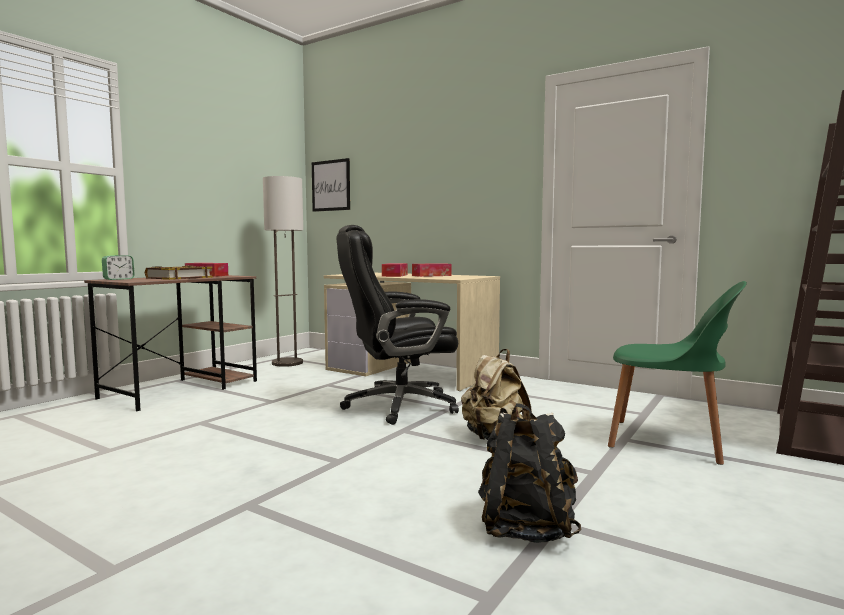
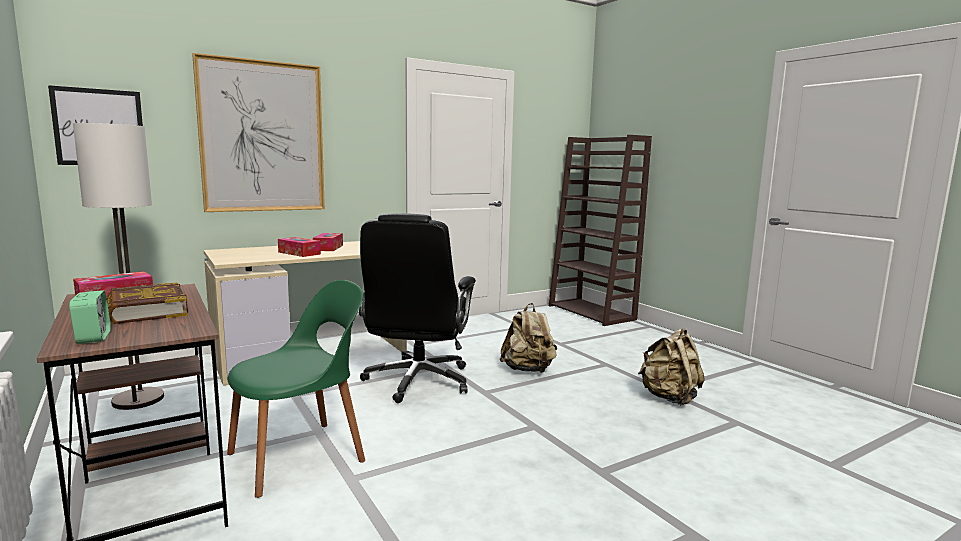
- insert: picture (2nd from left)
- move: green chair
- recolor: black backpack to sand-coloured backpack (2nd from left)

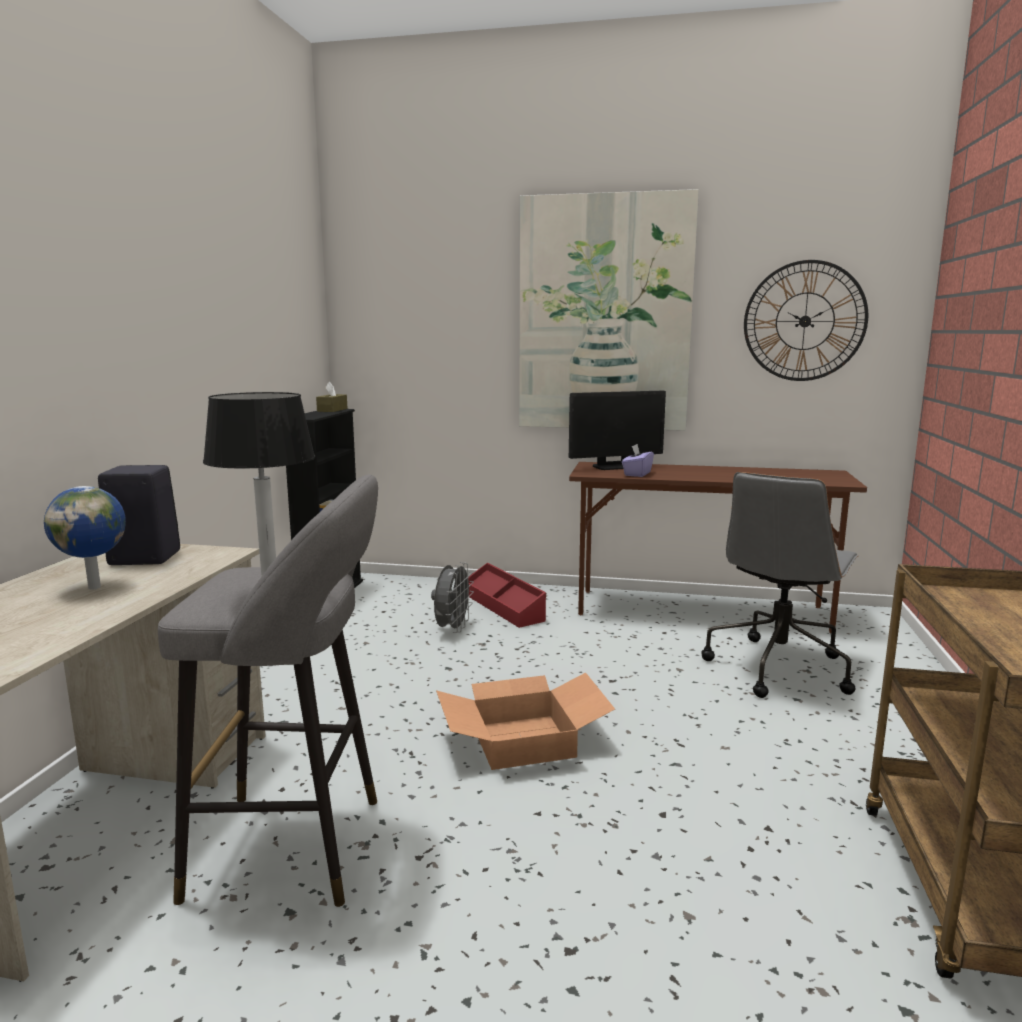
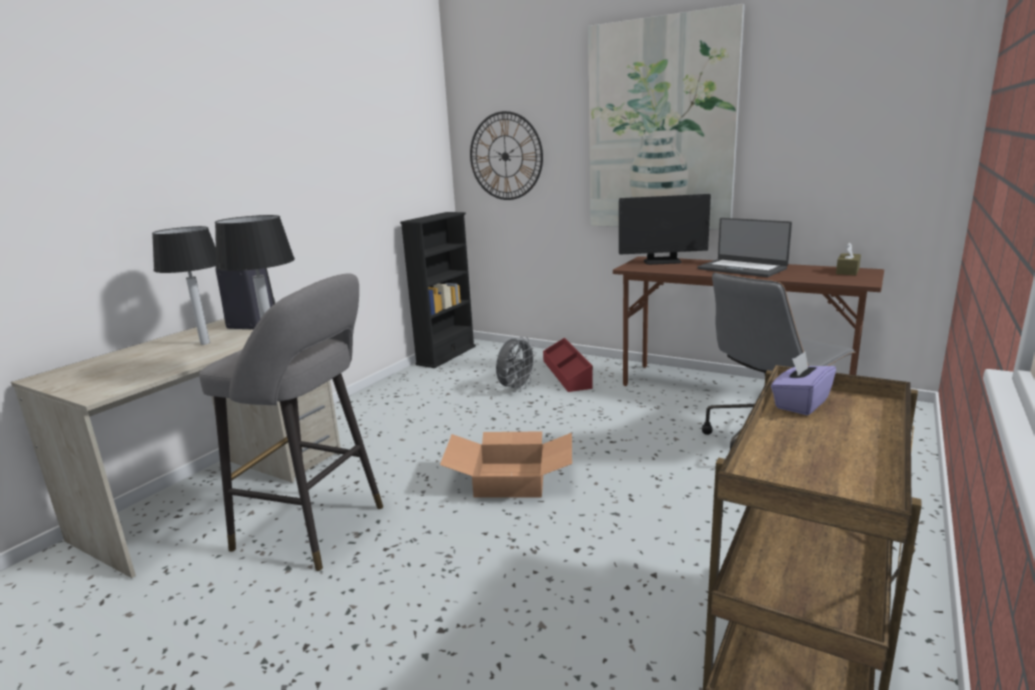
- insert: portable computer
- move: brownish tissue holder
- move: purple-coloured tissue holder
- move: clock on the wall
- replace: world globe to lamp for a table (1st from left)

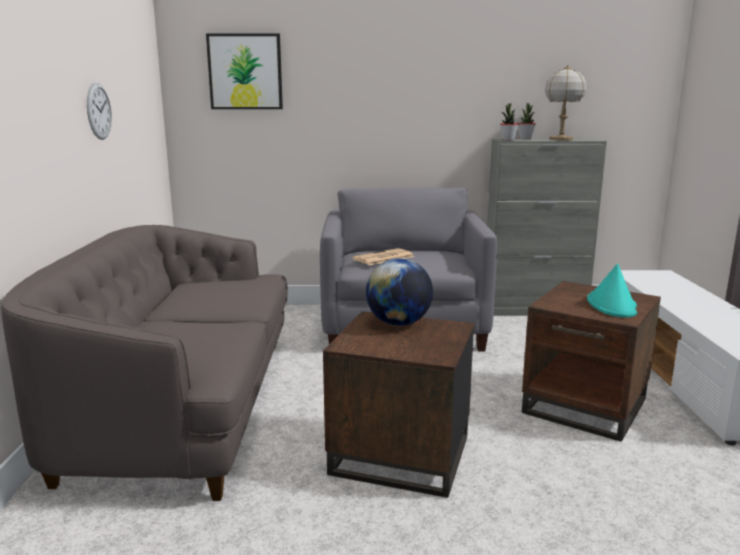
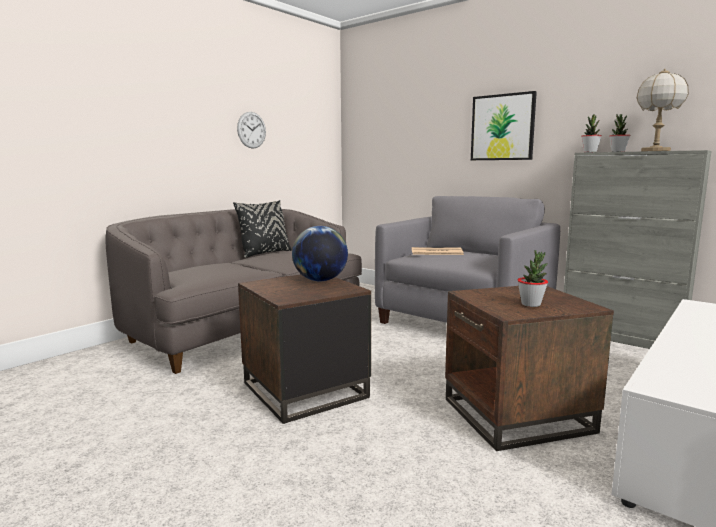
- insert: black throw pillow
- move: picture
- replace: turquoise clothing hat to plant in a pot (1st from left)

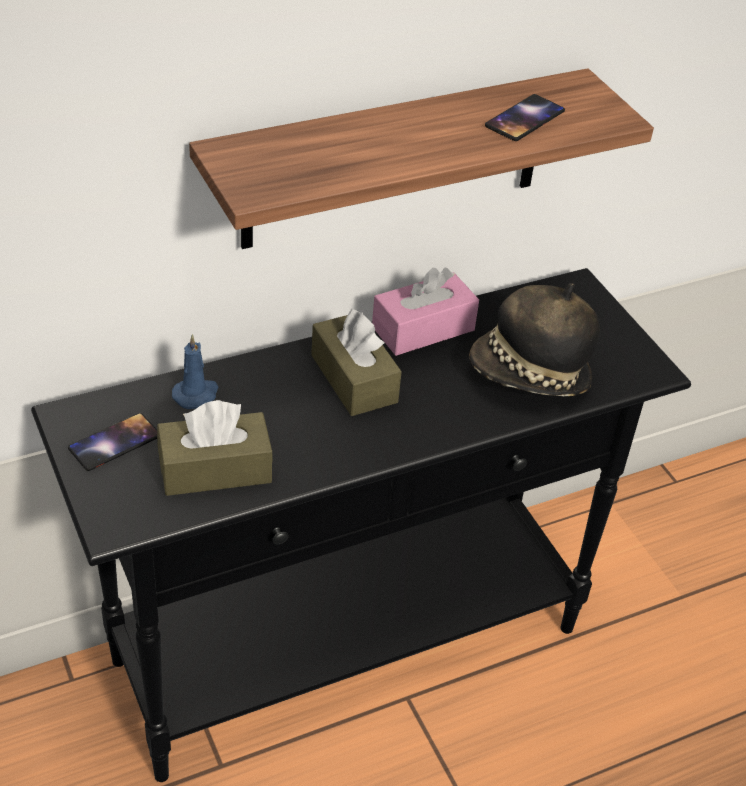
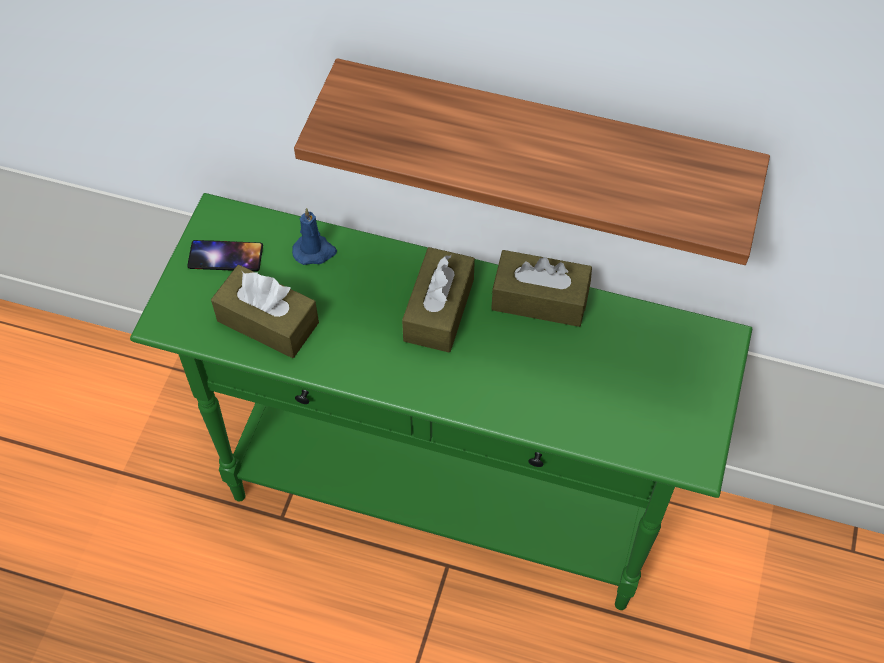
- delete: clothing hat
- delete: phone (2nd from left)
- recolor: black hall table to green hall table
- recolor: pink tissue holder to brownish tissue holder (3rd from left)

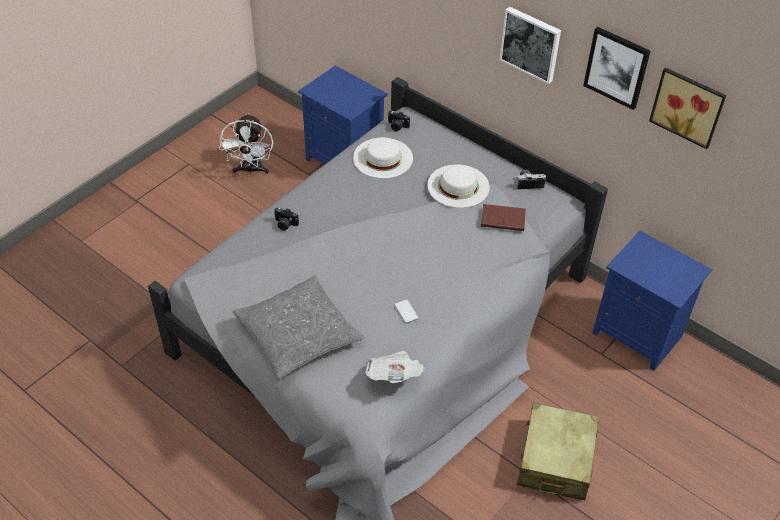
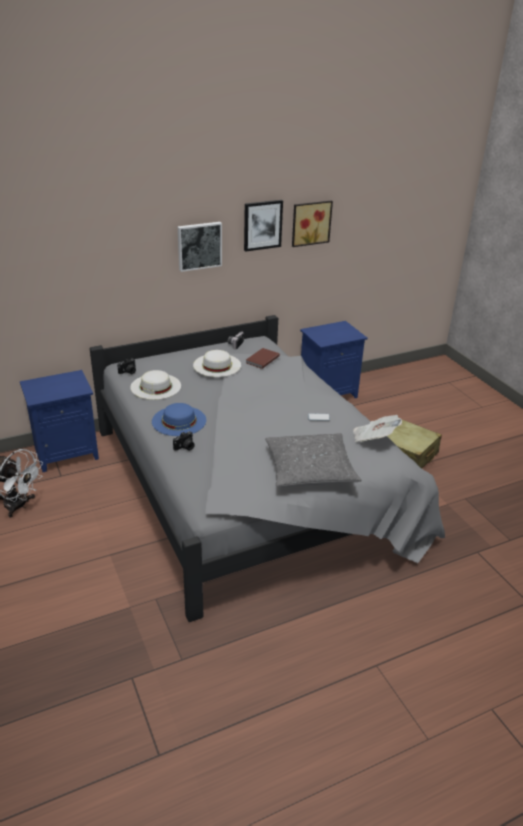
- insert: blue-coloured clothing hat

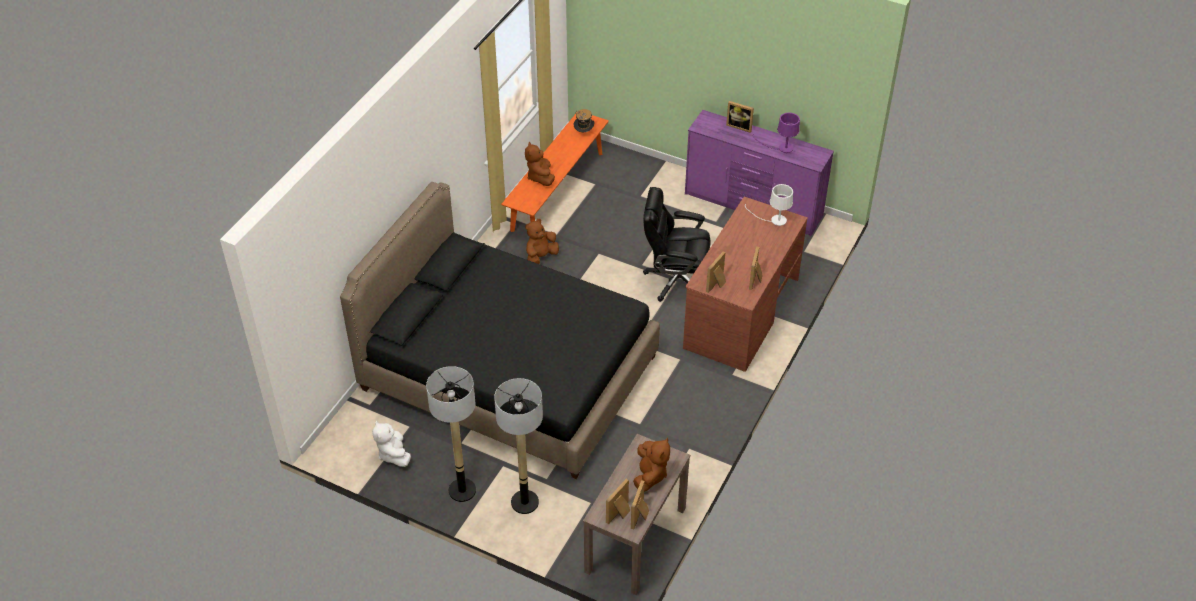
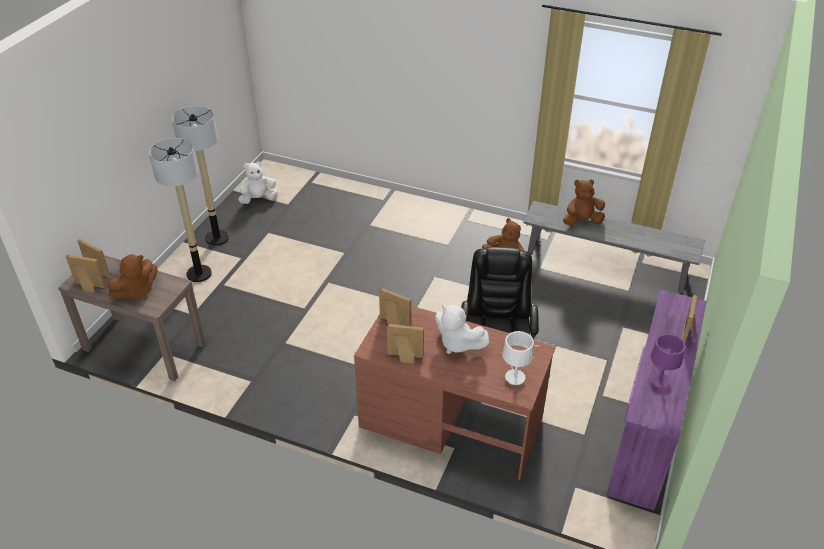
- delete: black sleeping bed
- delete: clothing hat
- insert: white-coloured cuddly toy (2nd from left)
- recolor: orangey bench to gray bench
- rotate: brownish cuddly toy (3rd from left in the first image) 45 degrees counterclockwise

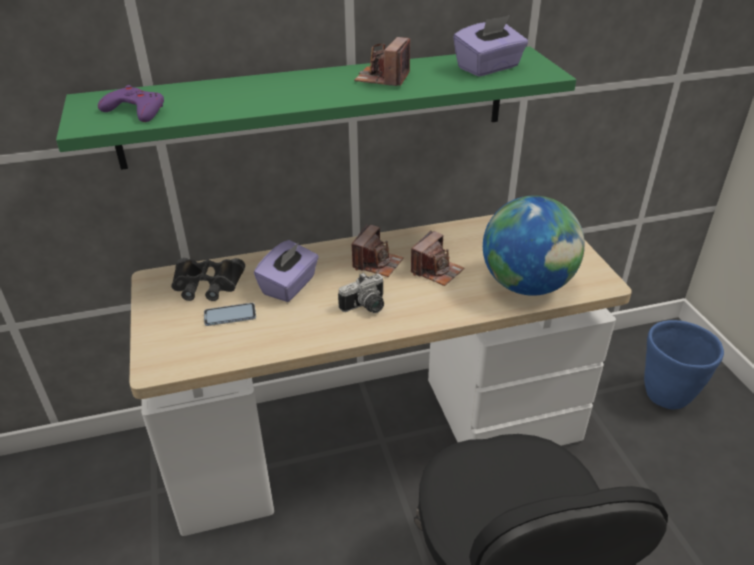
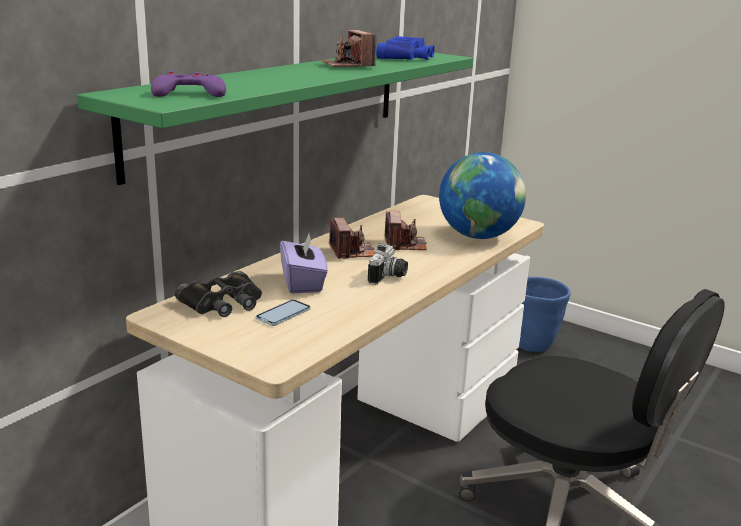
- replace: purple-coloured tissue holder (2nd from left) to blue-coloured field glasses

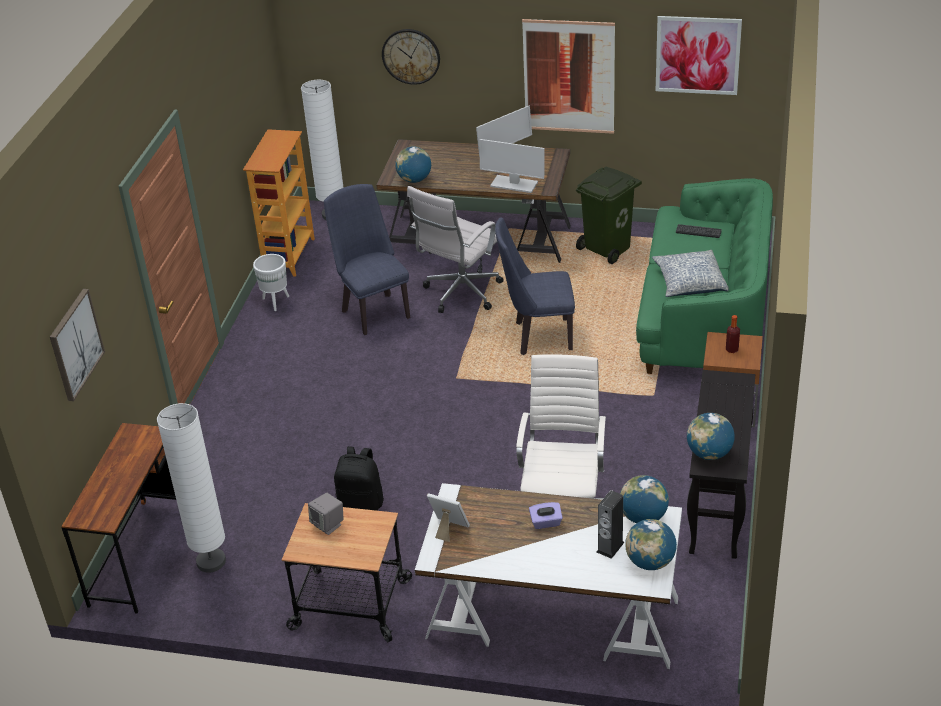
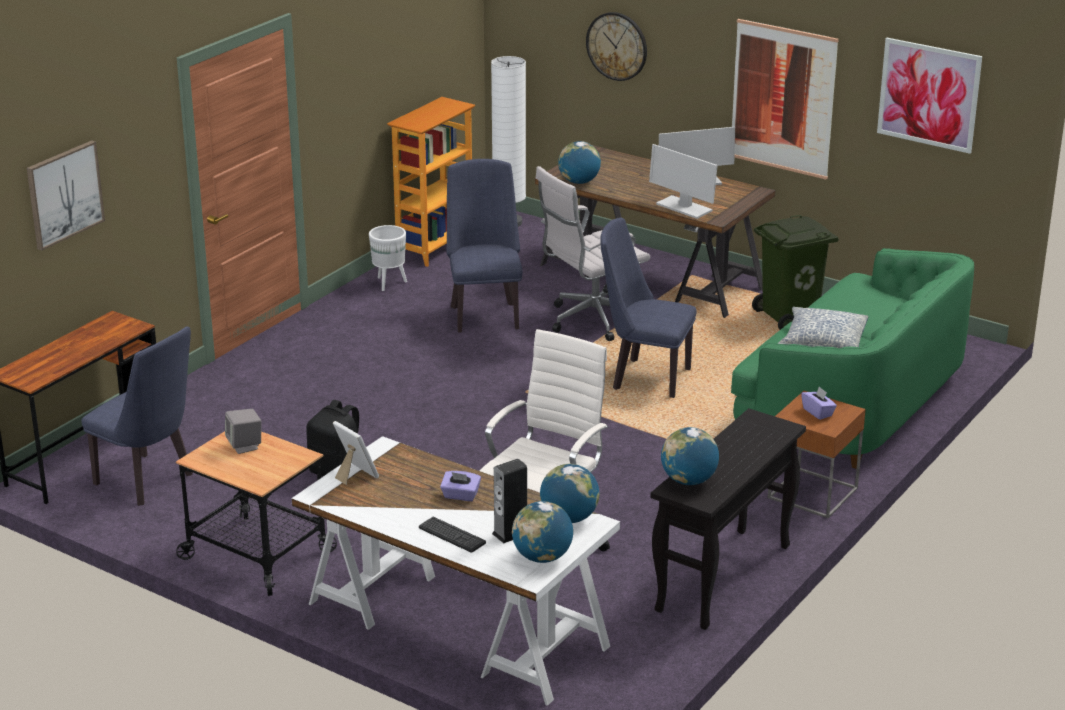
- move: PC keyboard
- replace: white-coloured floor lamp (1st from left) to blue-coloured chair (1st from left)
- replace: drink bottle to purple-coloured tissue holder (2nd from left)

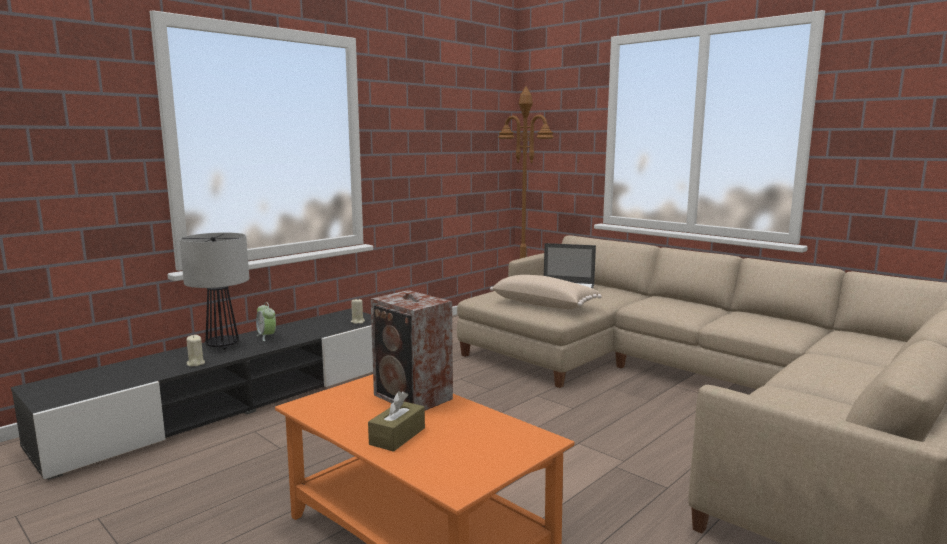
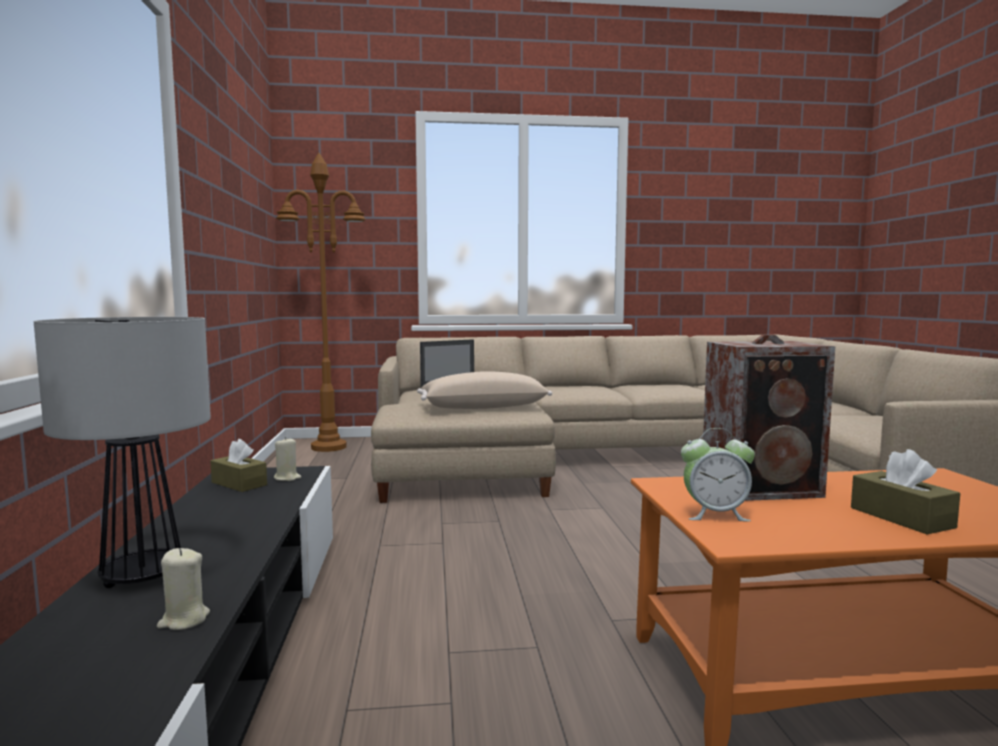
- insert: brownish tissue holder (1st from left)
- move: bedside clock

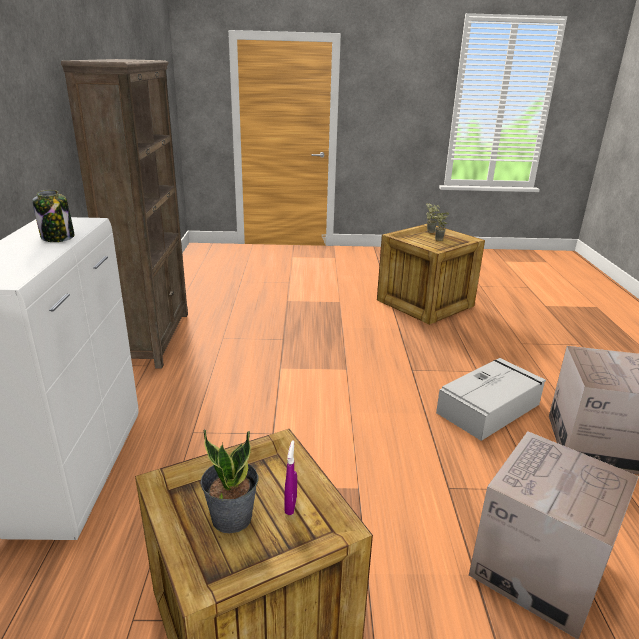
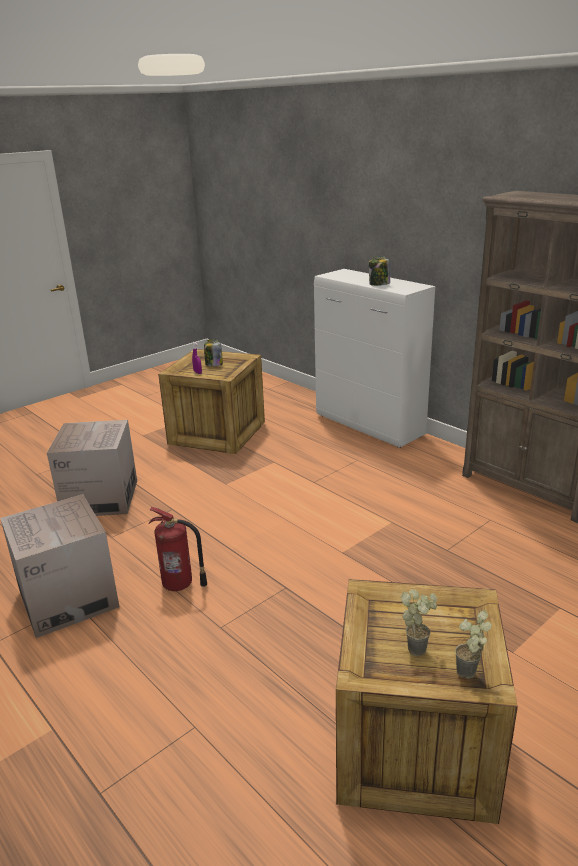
- replace: plant in a pot (1st from left) to preserve jar (1st from left)
- replace: gray storage bin to fire extinguisher

